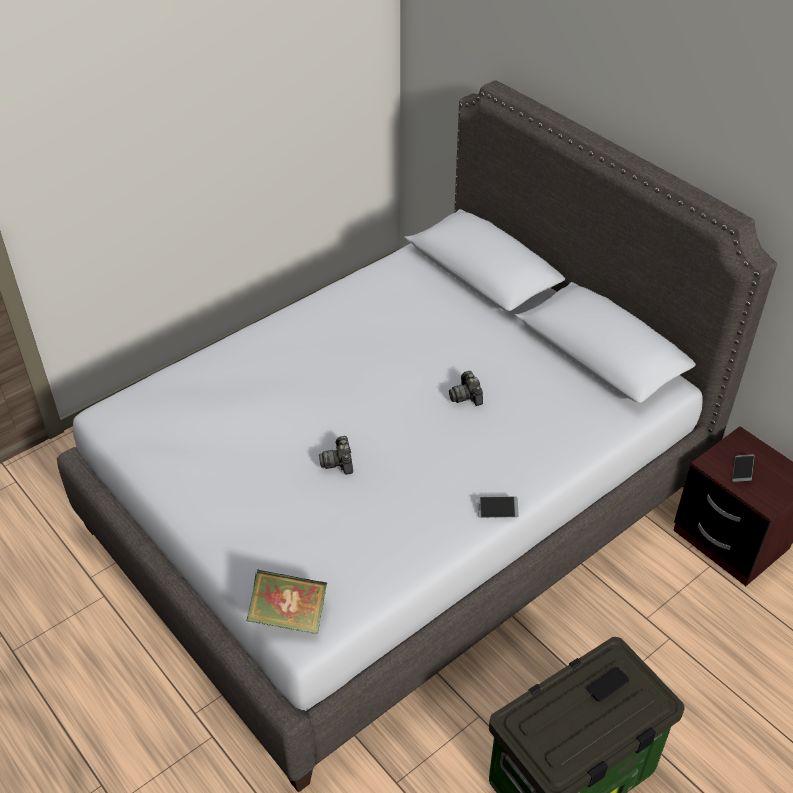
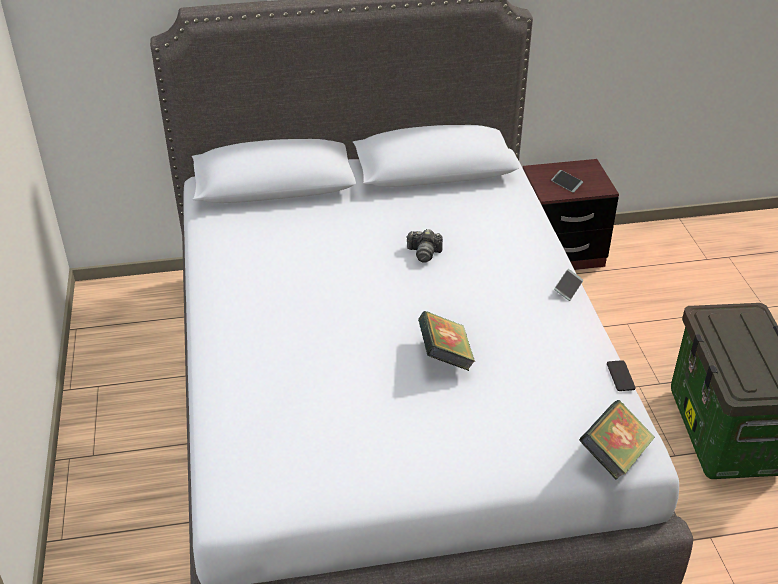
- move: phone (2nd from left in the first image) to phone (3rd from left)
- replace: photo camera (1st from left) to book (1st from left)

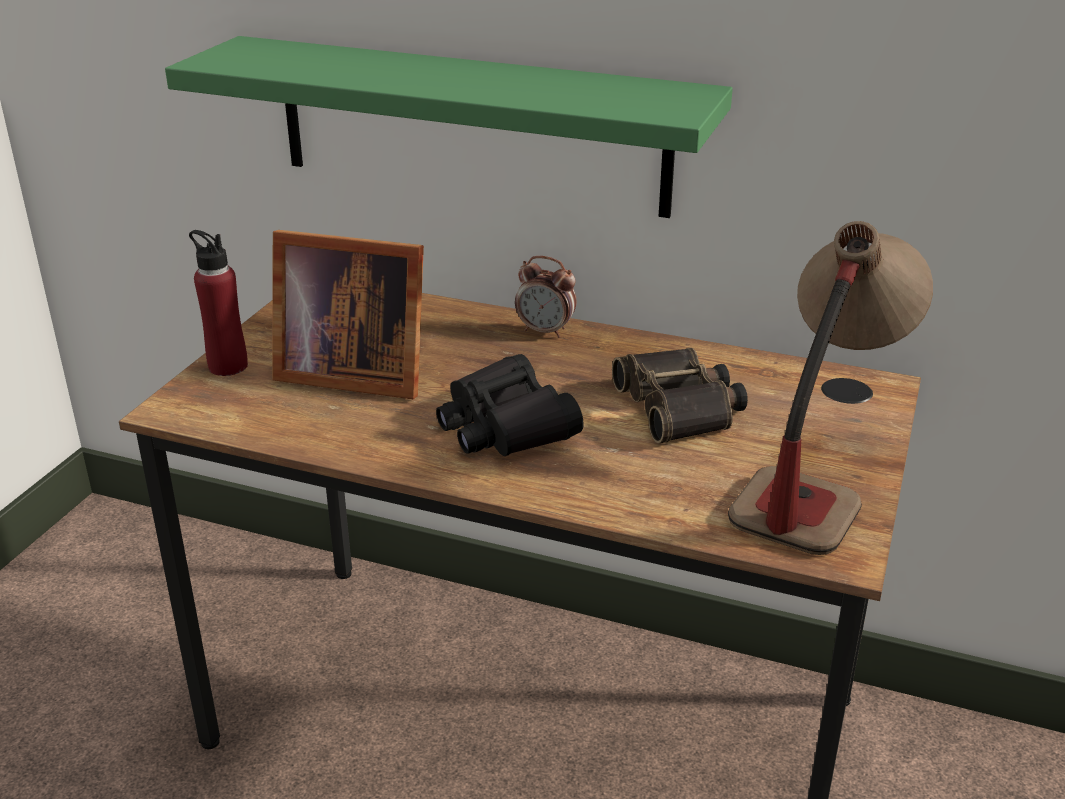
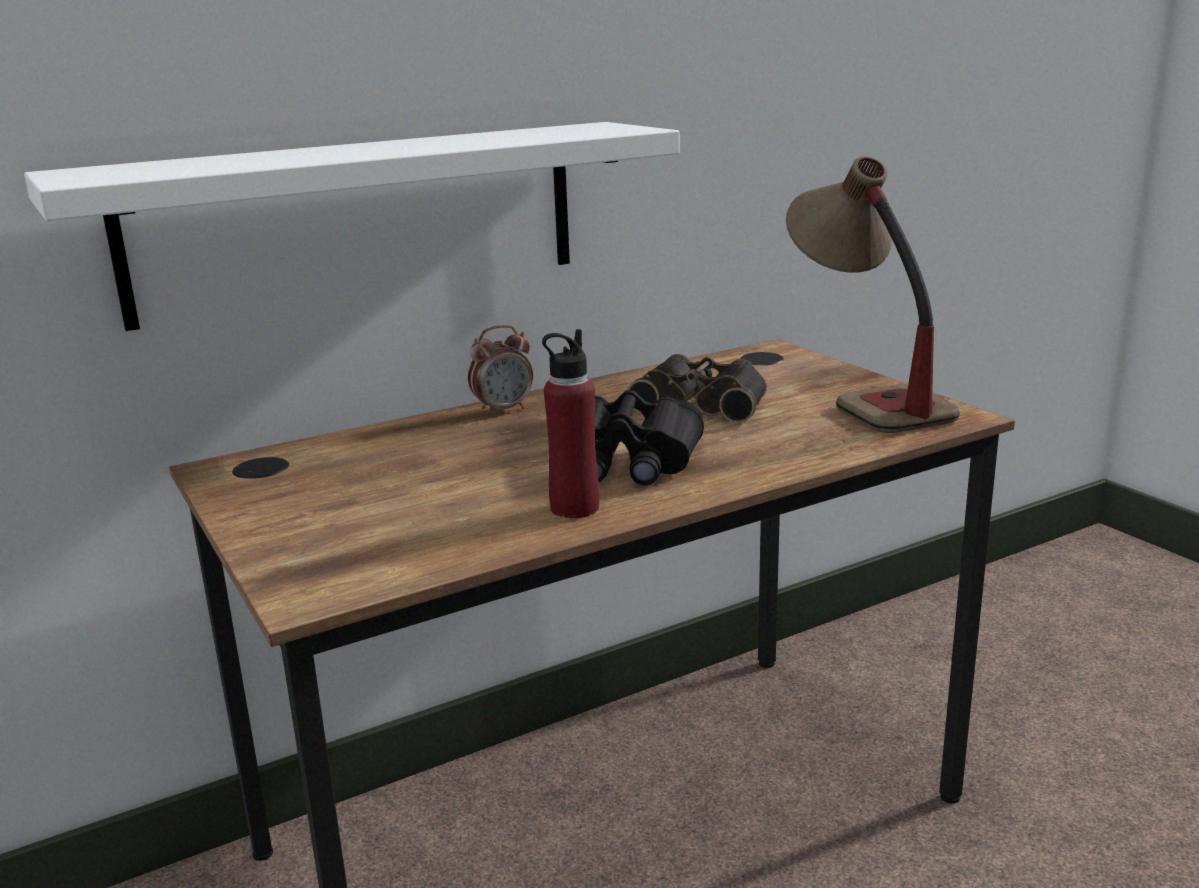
- delete: picture frame
- move: reddish drink bottle
- recolor: green shelf to white-coloured shelf

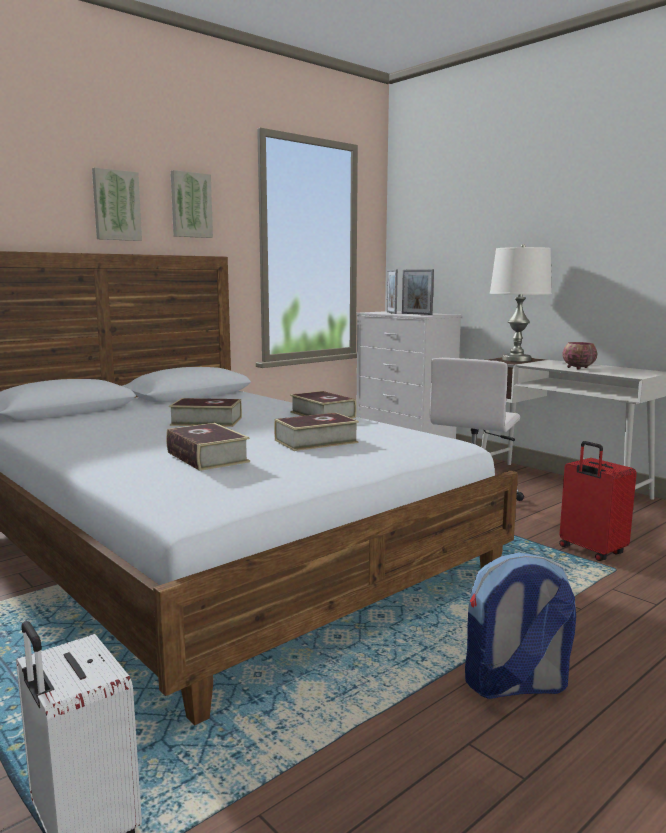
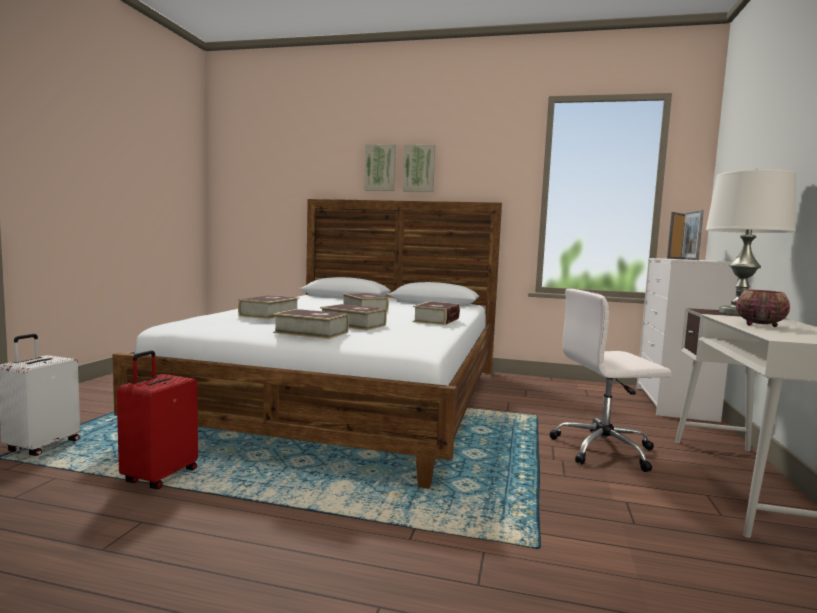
- delete: backpack
- insert: book (2nd from left)
- move: picture (2nd from left in the first image) to picture (1st from left)
- move: reddish piece of luggage

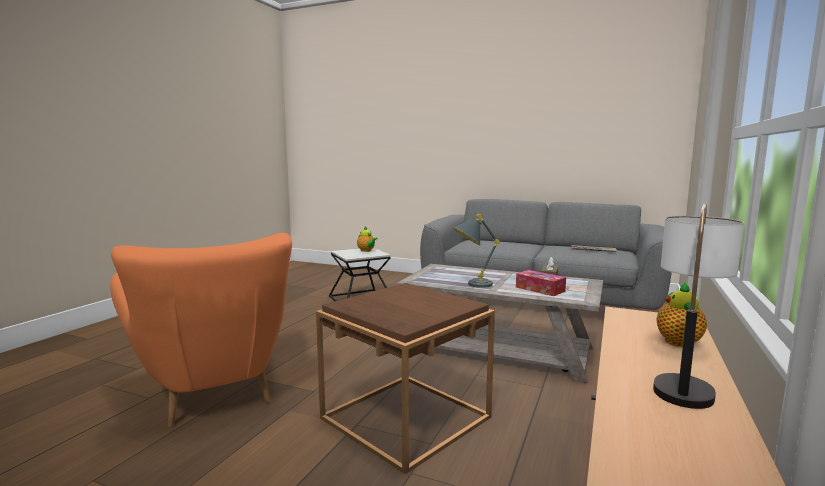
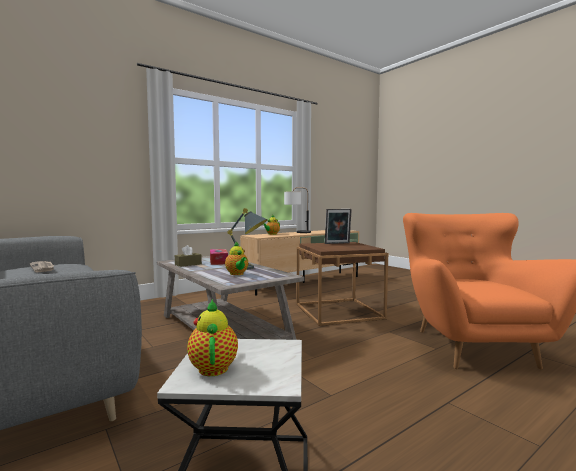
- insert: tea pot (2nd from left)
- insert: picture frame

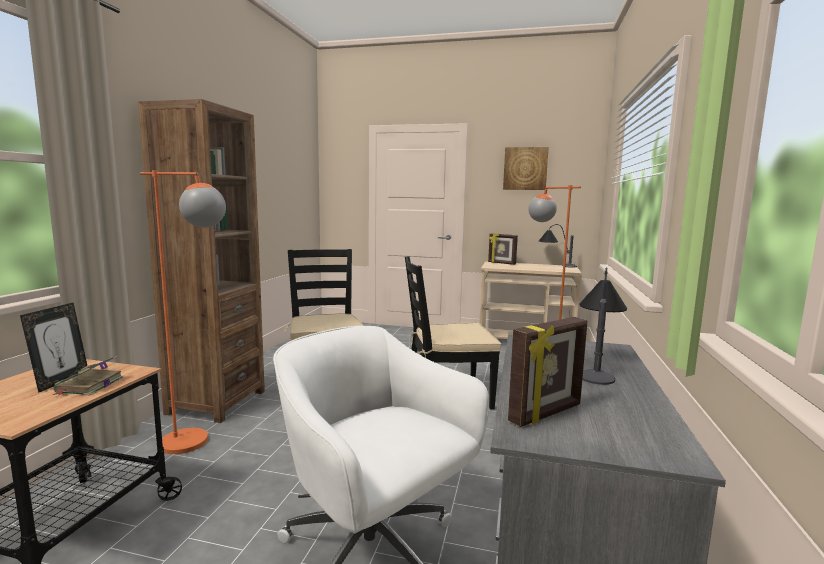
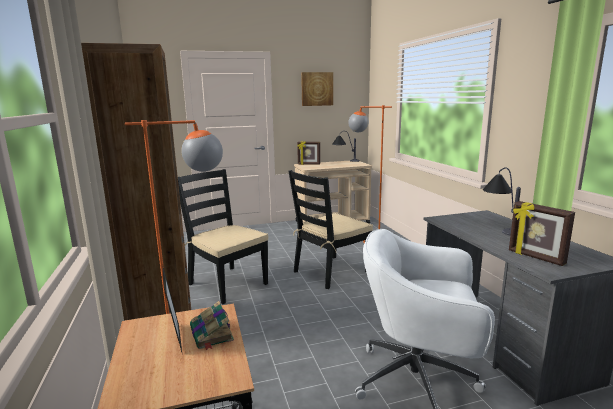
- rotate: picture frame (3rd from left) 120 degrees clockwise

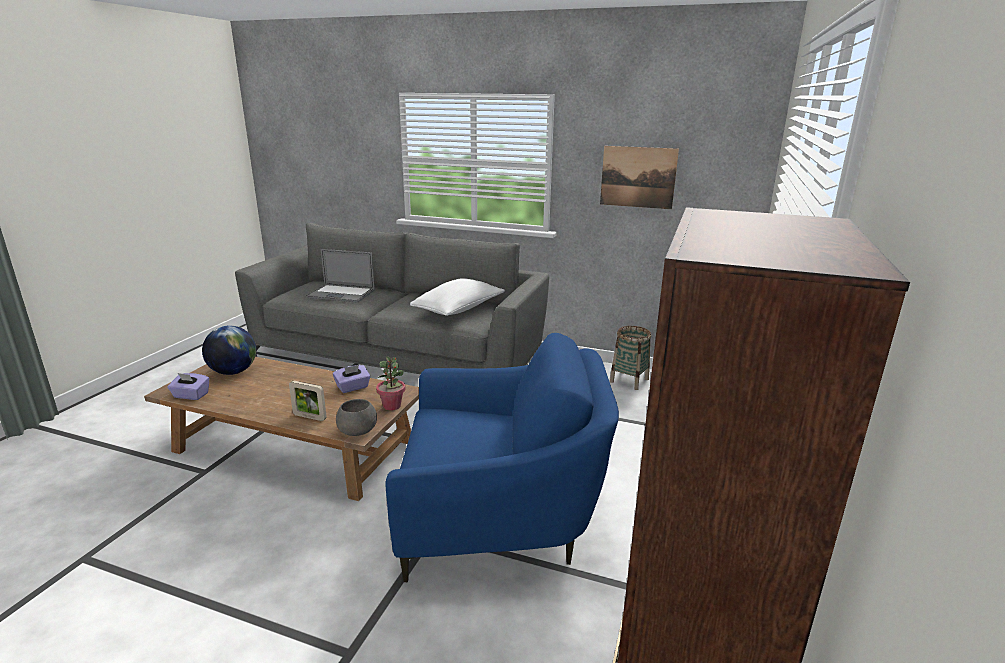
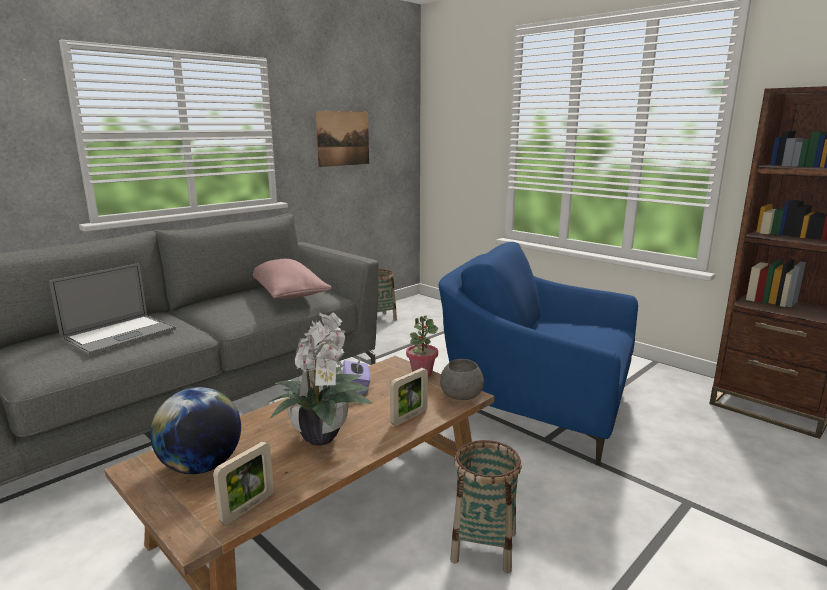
- insert: plant in a pot (1st from left)
- insert: storage basket (2nd from left)
- replace: purple-coloured tissue holder (1st from left) to picture frame (1st from left)
- recolor: white-coloured throw pillow to pink throw pillow
- rotate: blue-coloured armchair 90 degrees counterclockwise

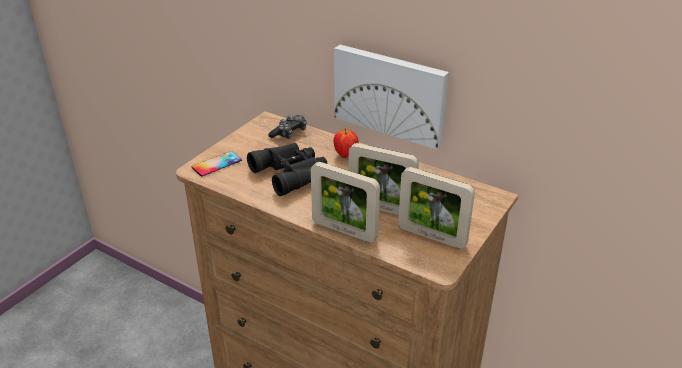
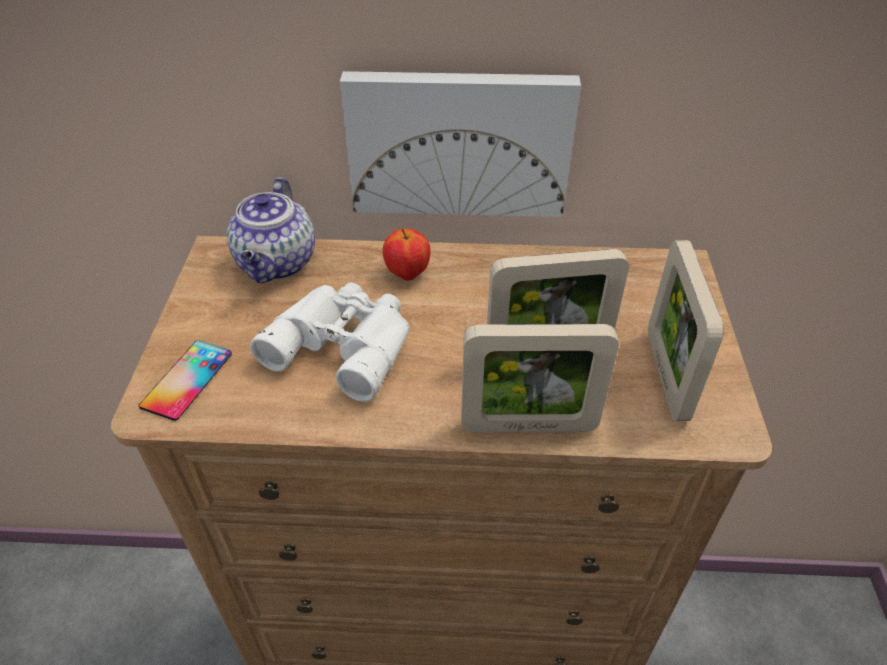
- replace: joypad to tea pot
- recolor: black field glasses to white-coloured field glasses
- rotate: picture frame (3rd from left) 90 degrees clockwise

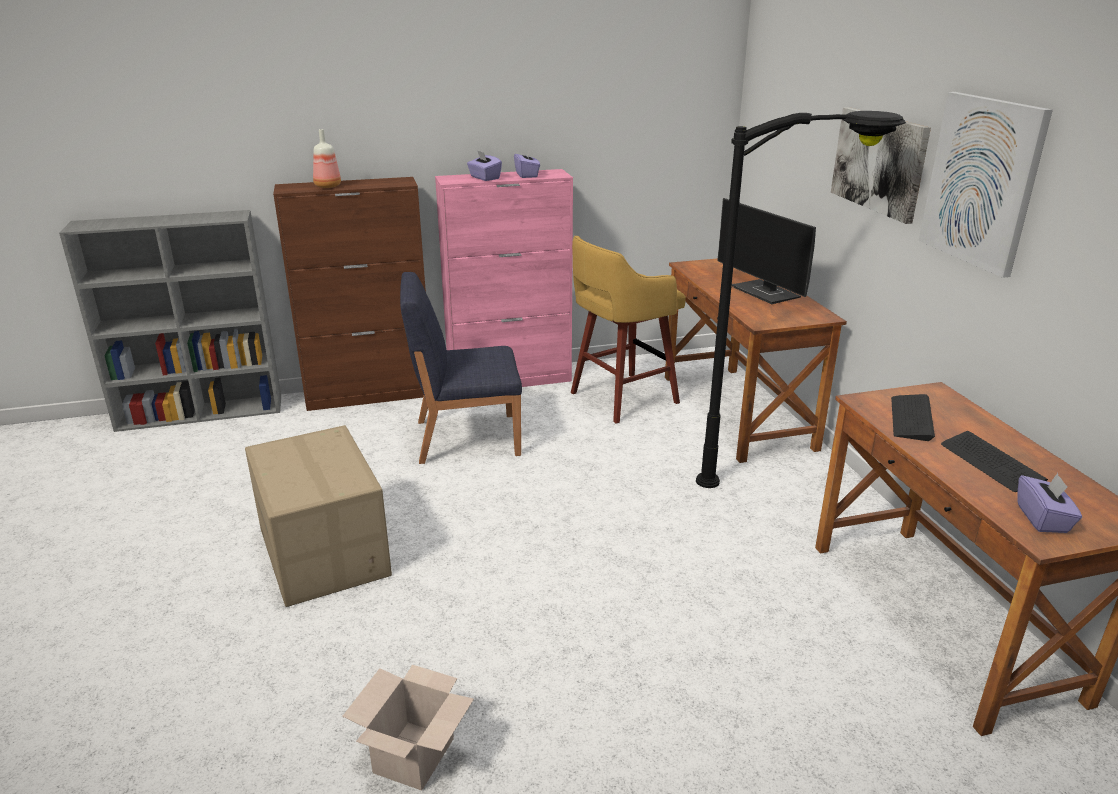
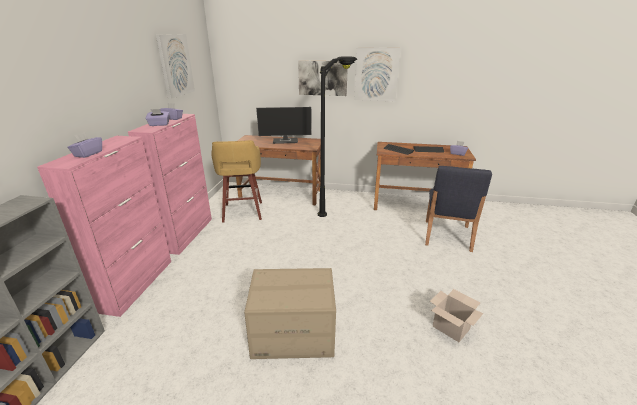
- insert: picture (1st from left)
- move: blue-coloured chair
- replace: drink bottle to purple-coloured tissue holder (1st from left)
- recolor: brownish storage cabinet to pink storage cabinet (1st from left)

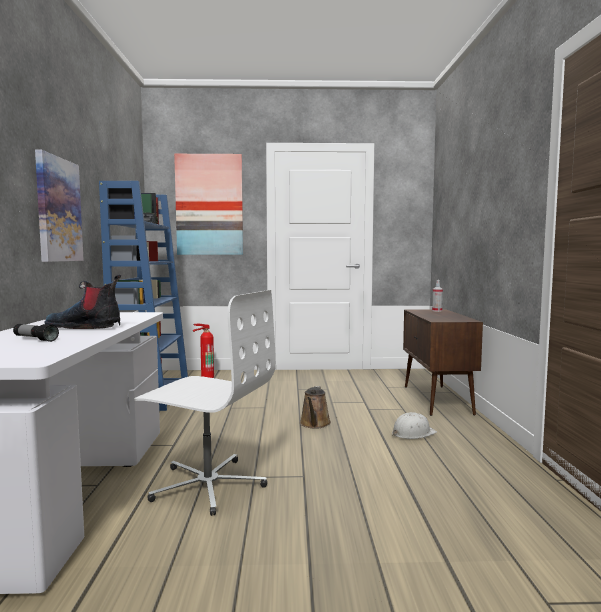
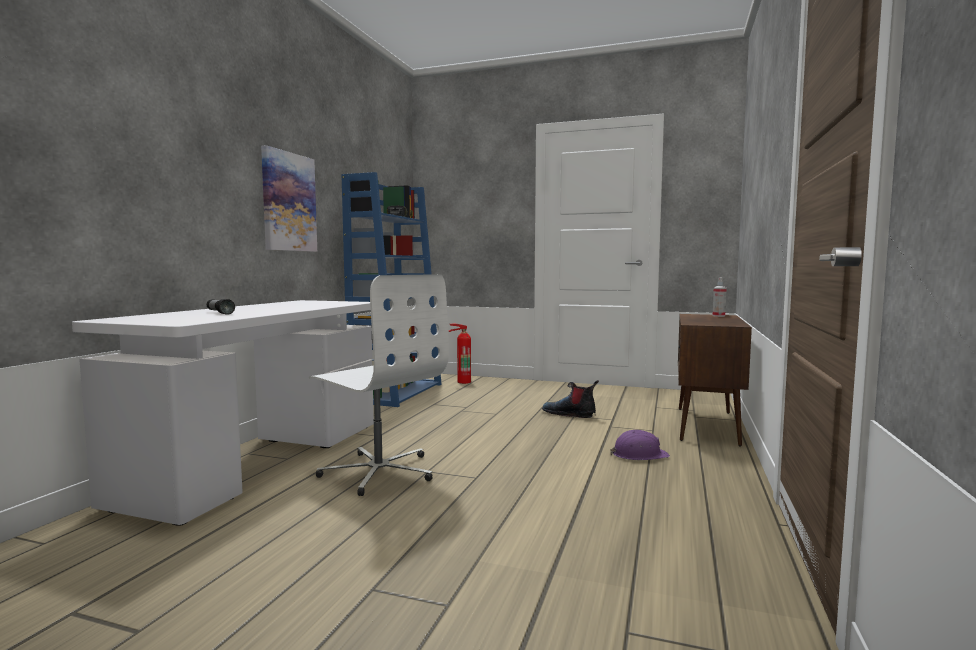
- delete: picture (2nd from left)
- delete: brownish sprinkling can
- move: high-top boot
- recolor: white-coloured safety helmet to purple-coloured safety helmet

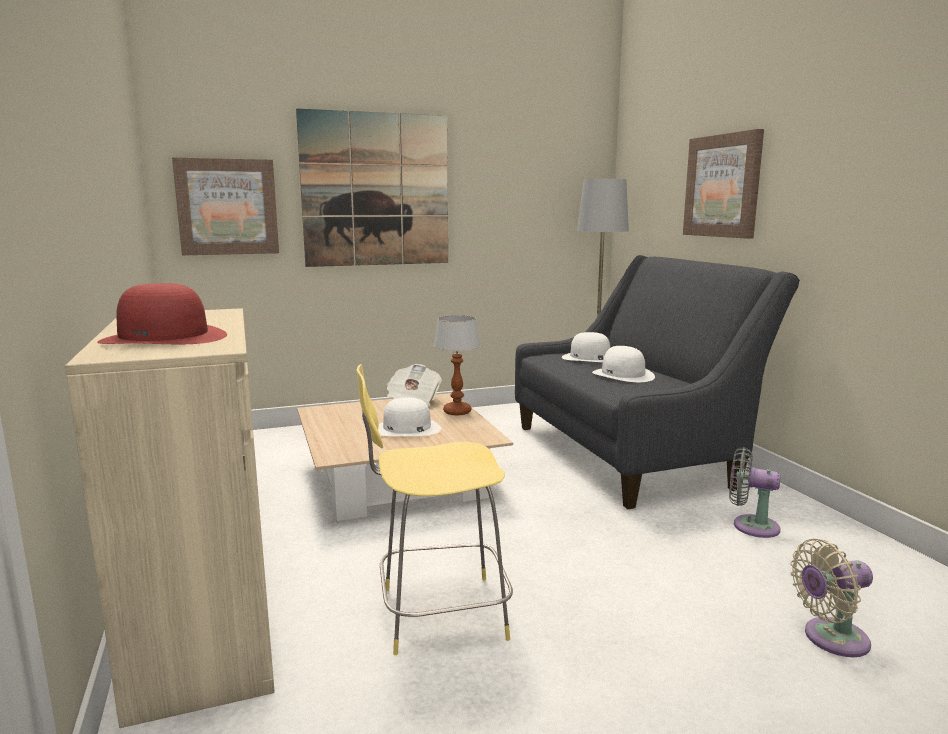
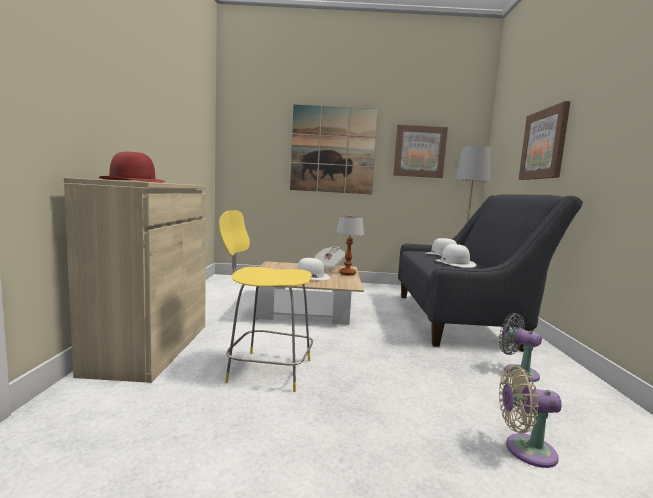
- move: picture (1st from left in the first image) to picture (2nd from left)

